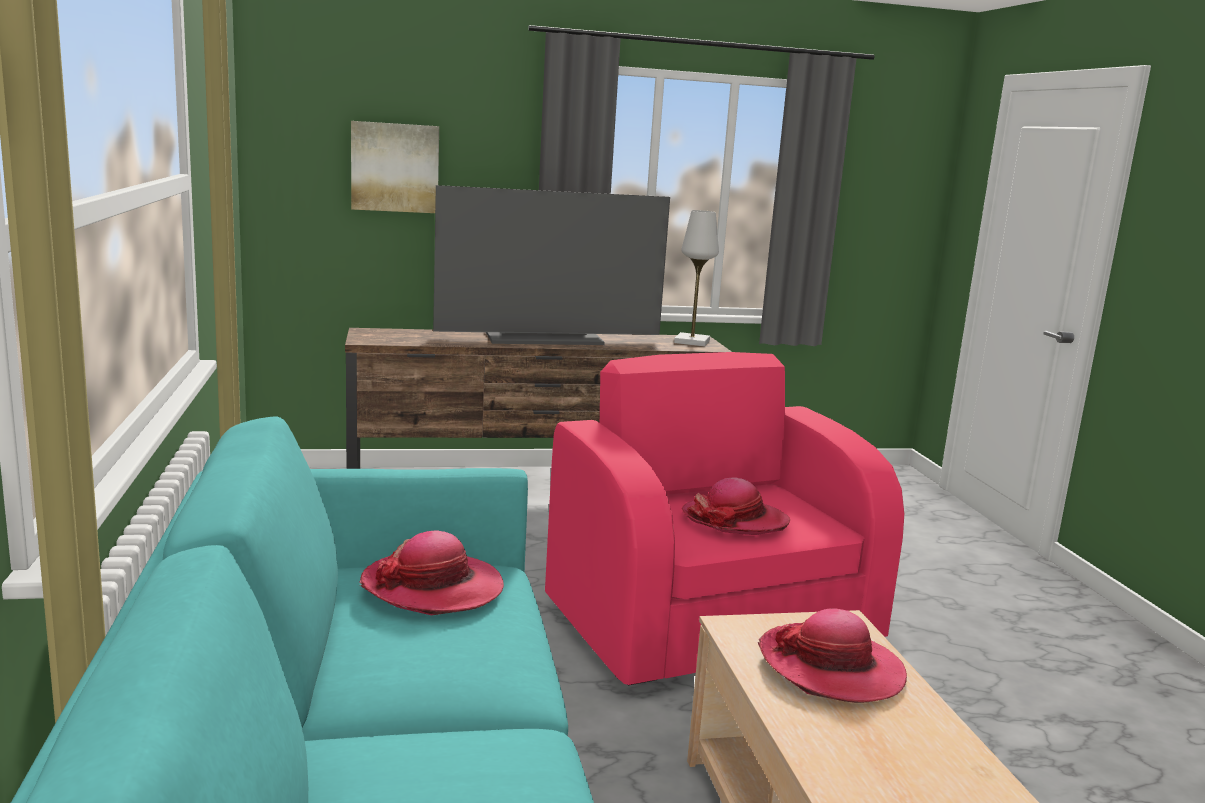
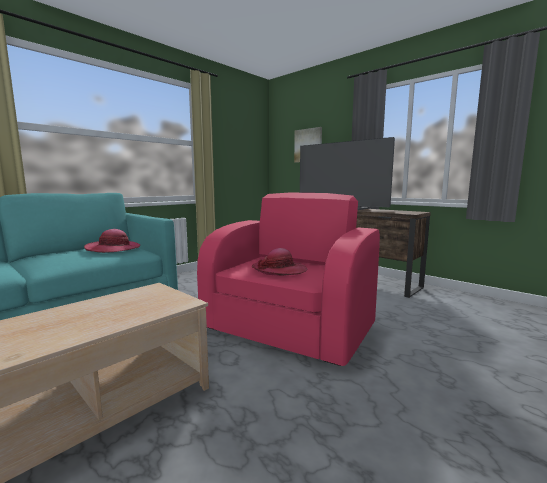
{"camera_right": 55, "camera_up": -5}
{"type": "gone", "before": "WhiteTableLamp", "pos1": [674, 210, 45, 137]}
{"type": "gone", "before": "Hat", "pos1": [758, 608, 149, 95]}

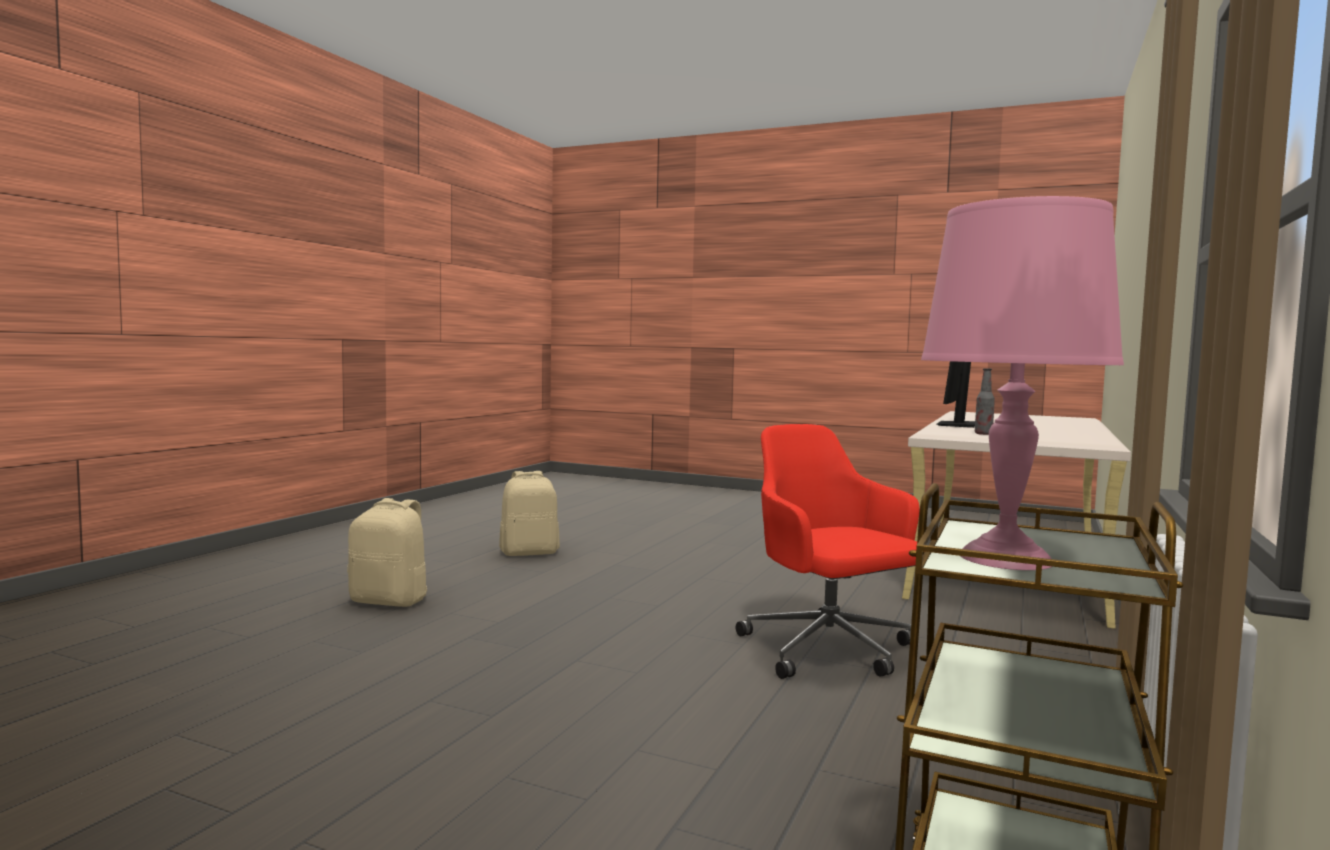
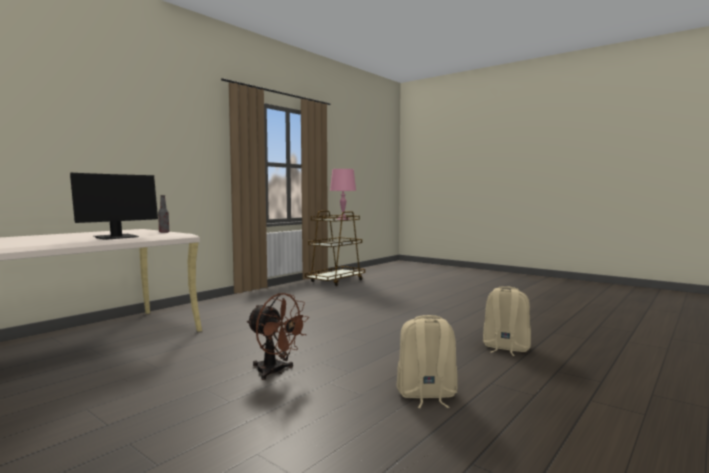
{"camera_right": -165, "camera_up": 0}
{"type": "gone", "before": "RedOfficeChair", "pos1": [736, 424, 183, 255]}
{"type": "new", "after": "BrownFan", "pos2": [246, 293, 63, 87]}

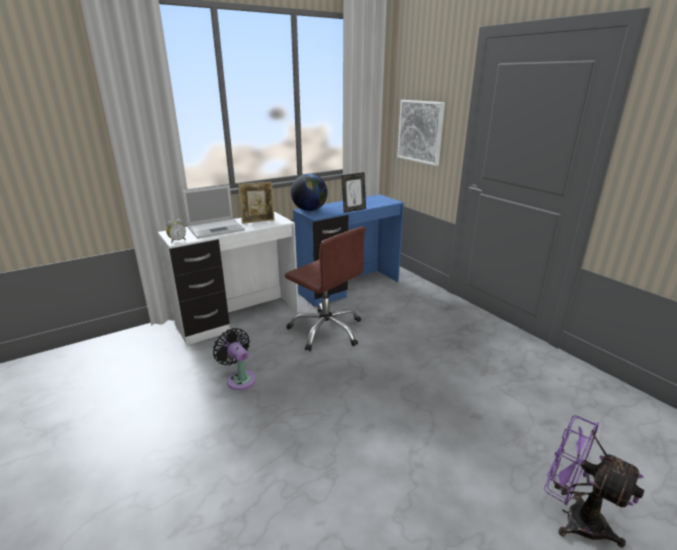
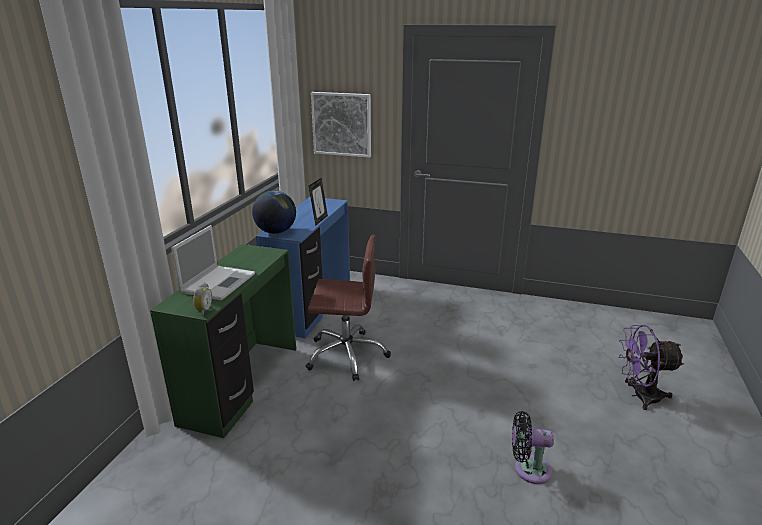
{"camera_right": -40, "camera_up": 0}
{"type": "gone", "before": "PictureFrame", "pos1": [238, 182, 37, 42]}
{"type": "shifted", "before": "BlackFan", "pos1": [213, 328, 43, 62], "pos2": [512, 411, 42, 73]}
{"type": "repainted", "before": "WhiteDesk", "after": "GreenDesk", "pos1": [158, 212, 141, 133], "pos2": [150, 244, 146, 194]}

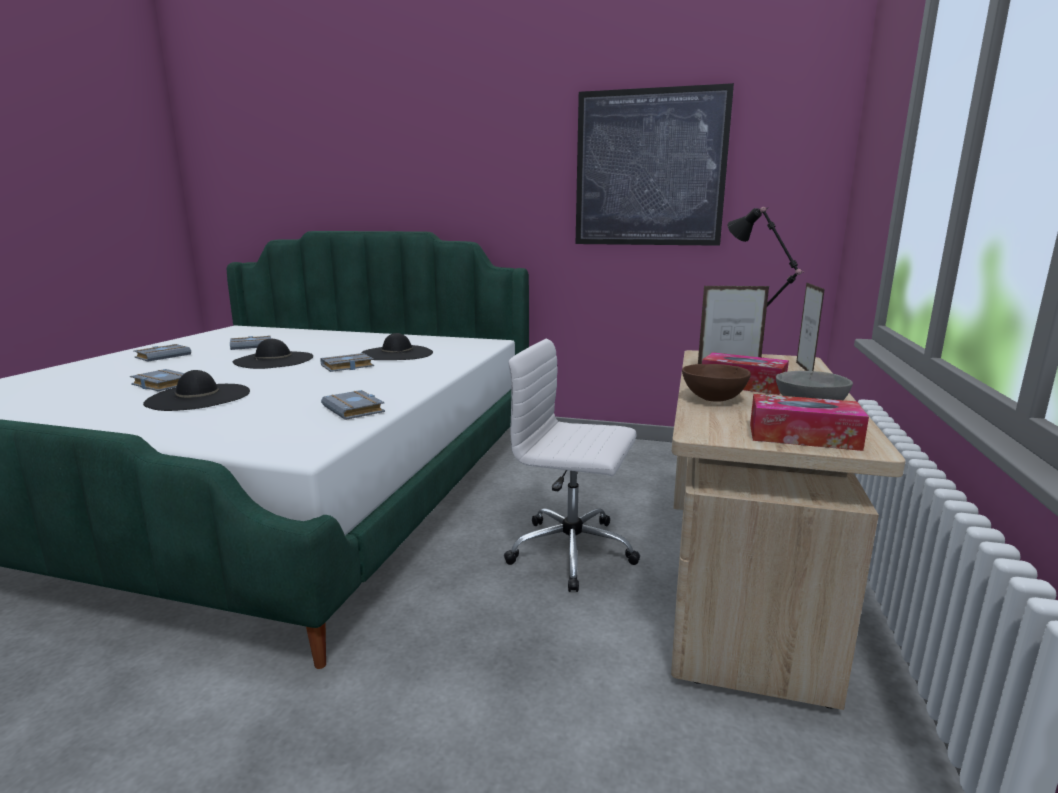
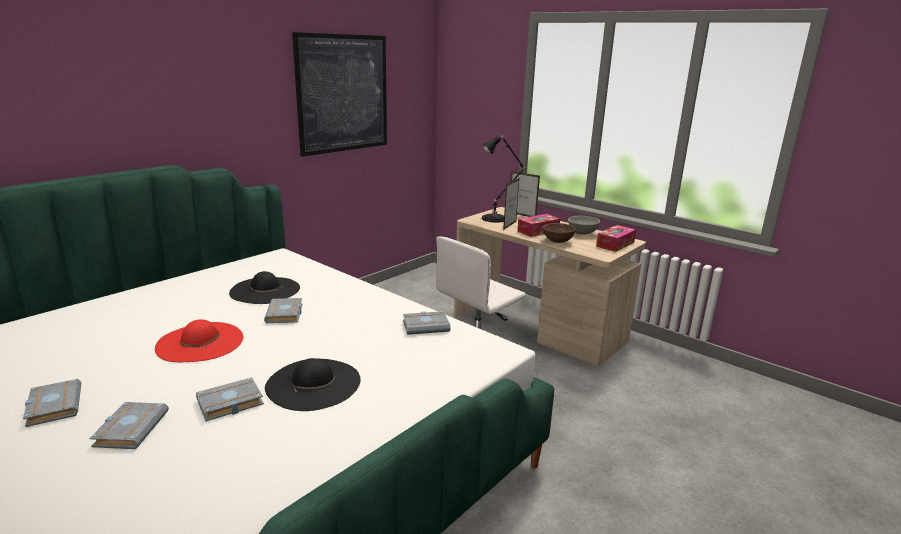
{"camera_right": -65, "camera_up": 5}
{"type": "shifted", "before": "GreyBook", "pos1": [230, 336, 41, 14], "pos2": [89, 402, 80, 47]}
{"type": "repainted", "before": "BlackHat", "after": "RedHat", "pos1": [233, 339, 80, 30], "pos2": [155, 319, 88, 43]}

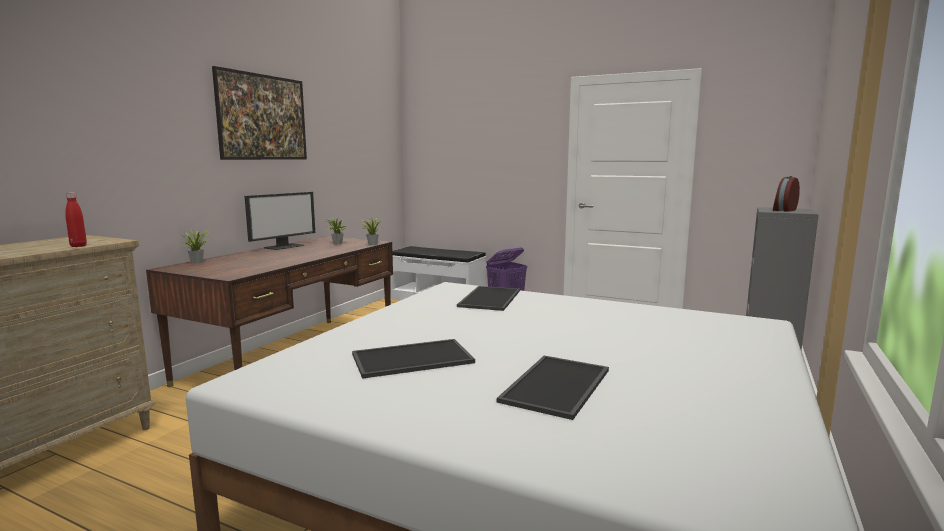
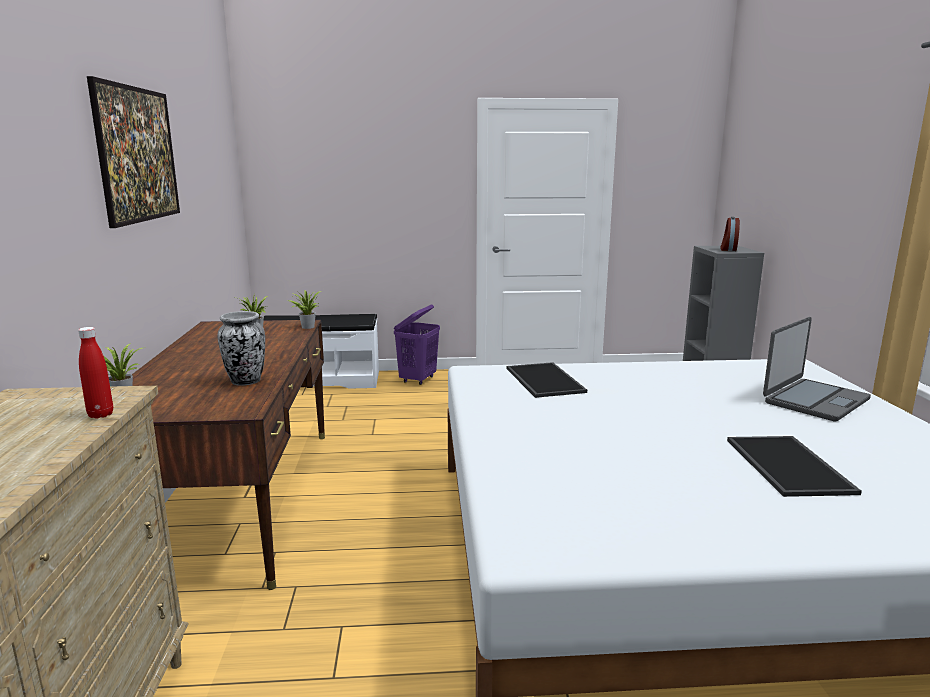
{"camera_right": -30, "camera_up": 5}
{"type": "gone", "before": "Monitor", "pos1": [245, 192, 70, 58]}
{"type": "gone", "before": "Tray", "pos1": [352, 339, 123, 40]}
{"type": "new", "after": "Vase", "pos2": [218, 311, 47, 75]}
{"type": "new", "after": "Laptop", "pos2": [763, 317, 108, 105]}

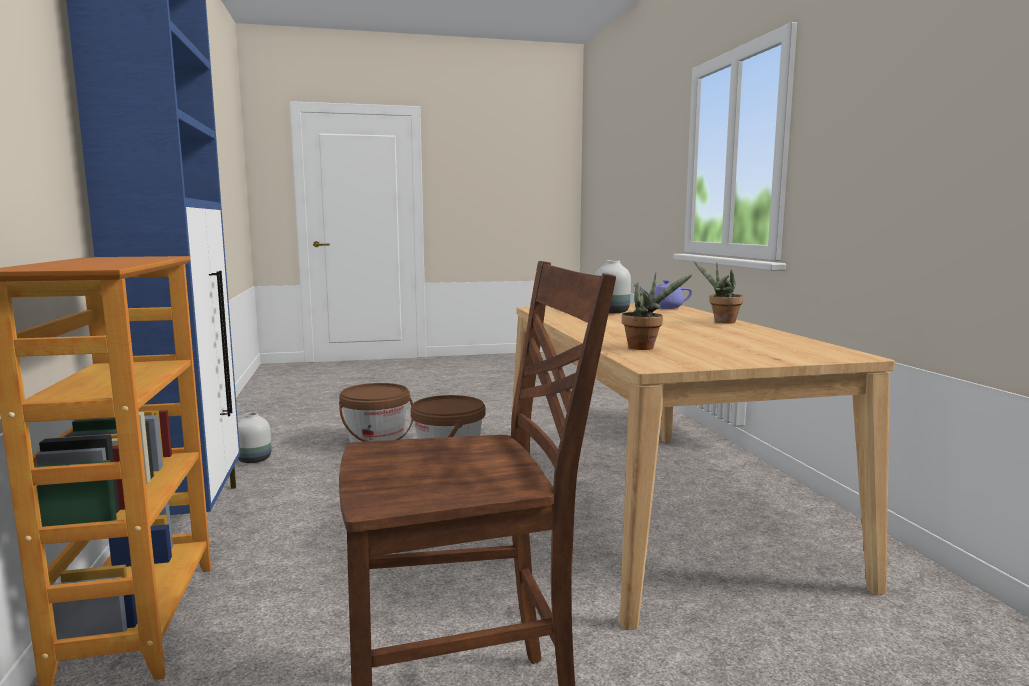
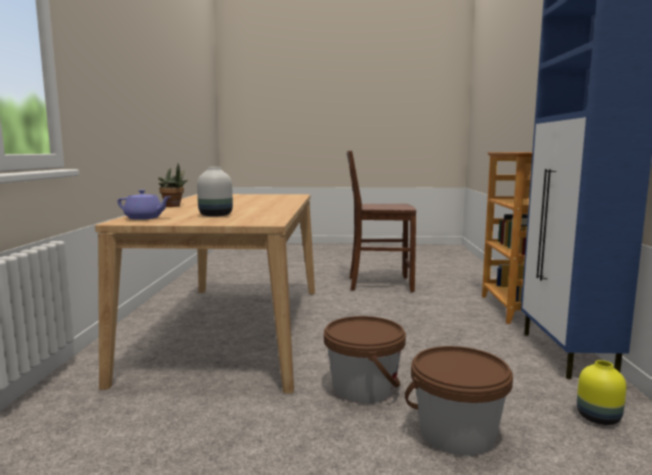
{"camera_right": -165, "camera_up": 0}
{"type": "gone", "before": "PottedPlant", "pos1": [622, 273, 70, 77]}
{"type": "repainted", "before": "WhiteVase", "after": "YellowVase", "pos1": [238, 412, 34, 51], "pos2": [577, 360, 49, 65]}

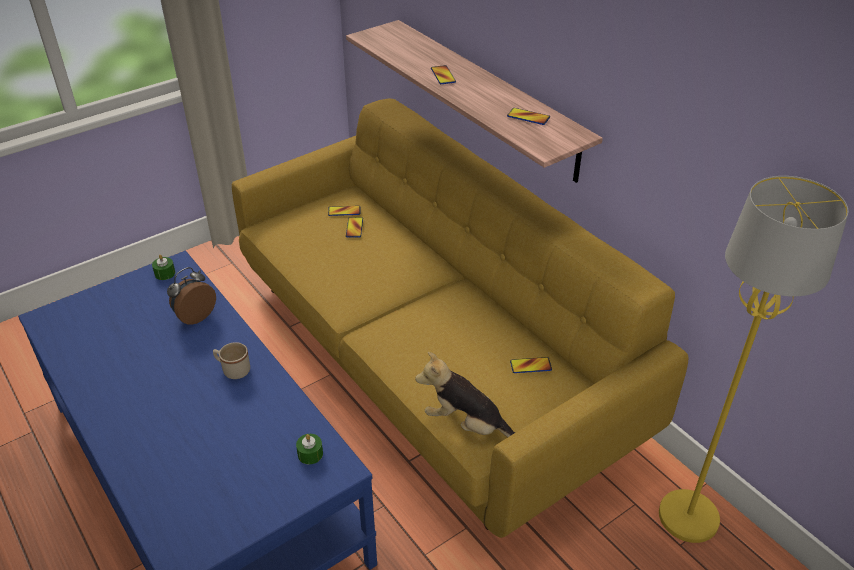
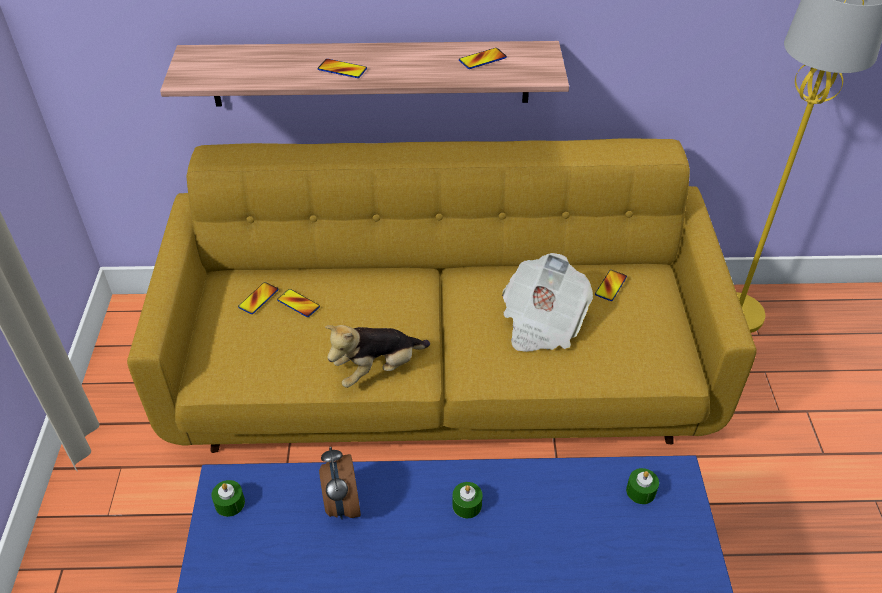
{"camera_right": -55, "camera_up": 5}
{"type": "new", "after": "Newspaper", "pos2": [502, 253, 91, 99]}
{"type": "shifted", "before": "PlushToy", "pos1": [415, 352, 101, 85], "pos2": [325, 325, 105, 63]}
{"type": "swapped", "before": "BeigeMug", "after": "GreenCandle", "pos1": [213, 342, 37, 37], "pos2": [452, 482, 30, 36]}

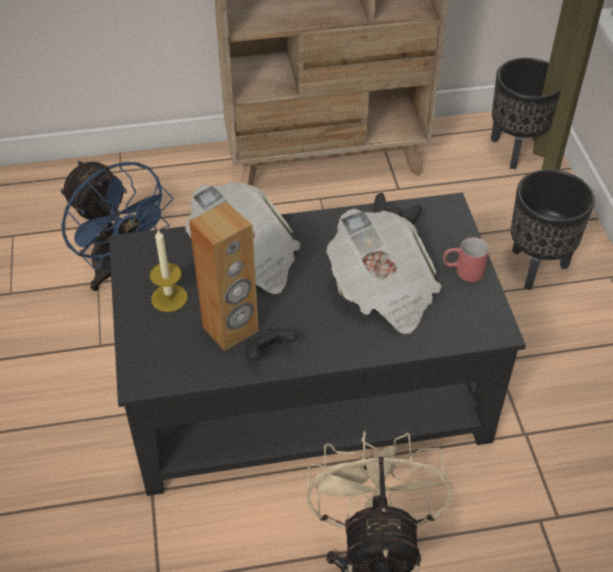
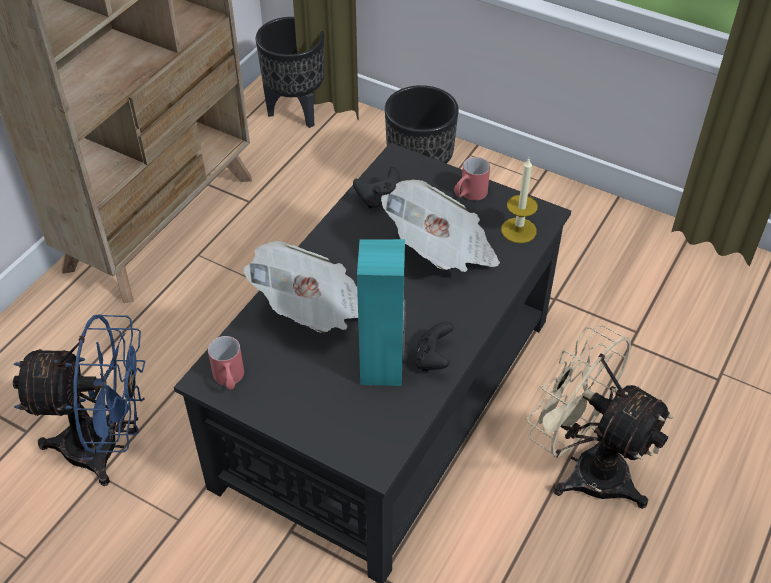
{"camera_right": -50, "camera_up": 0}
{"type": "new", "after": "RedMug", "pos2": [208, 336, 36, 54]}
{"type": "shifted", "before": "Candle", "pos1": [150, 230, 38, 82], "pos2": [501, 159, 37, 84]}
{"type": "repainted", "before": "BrownSpeaker", "after": "TurquoiseSpeaker", "pos1": [189, 201, 70, 150], "pos2": [357, 239, 49, 147]}

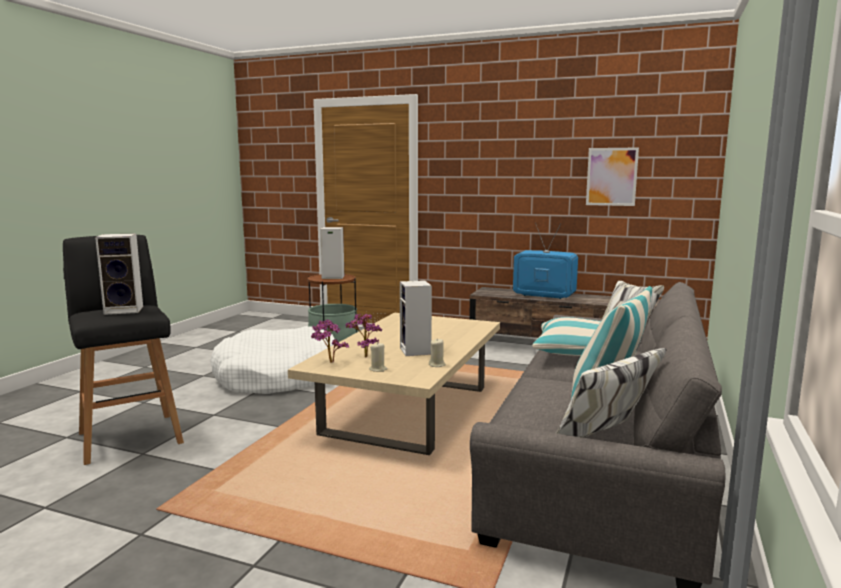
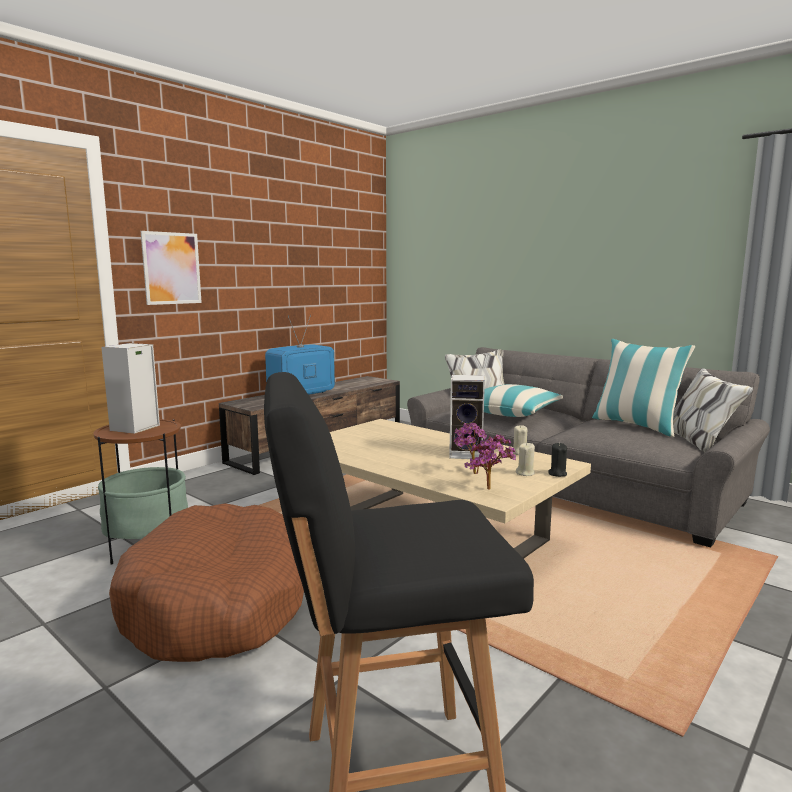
{"camera_right": -70, "camera_up": 0}
{"type": "gone", "before": "Speaker", "pos1": [95, 233, 48, 82]}
{"type": "new", "after": "BlackCandle", "pos2": [548, 443, 19, 34]}
{"type": "shifted", "before": "Picture", "pos1": [586, 147, 53, 59], "pos2": [141, 231, 61, 74]}
{"type": "repainted", "before": "WhiteDogBed", "after": "BrownDogBed", "pos1": [210, 326, 125, 68], "pos2": [109, 503, 195, 159]}

